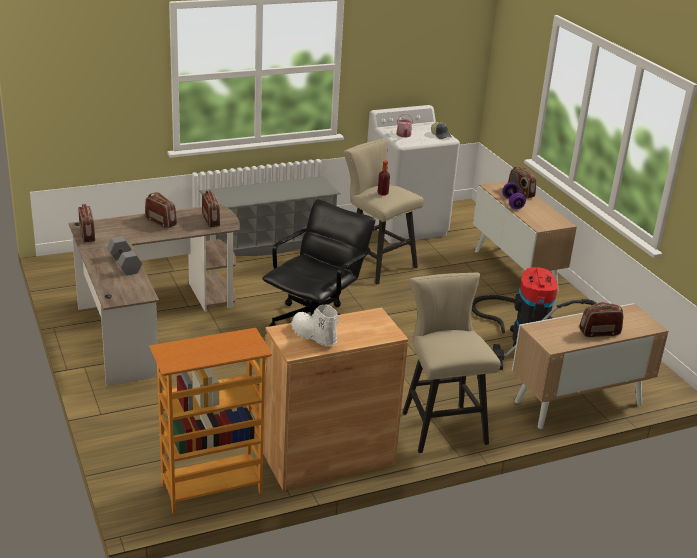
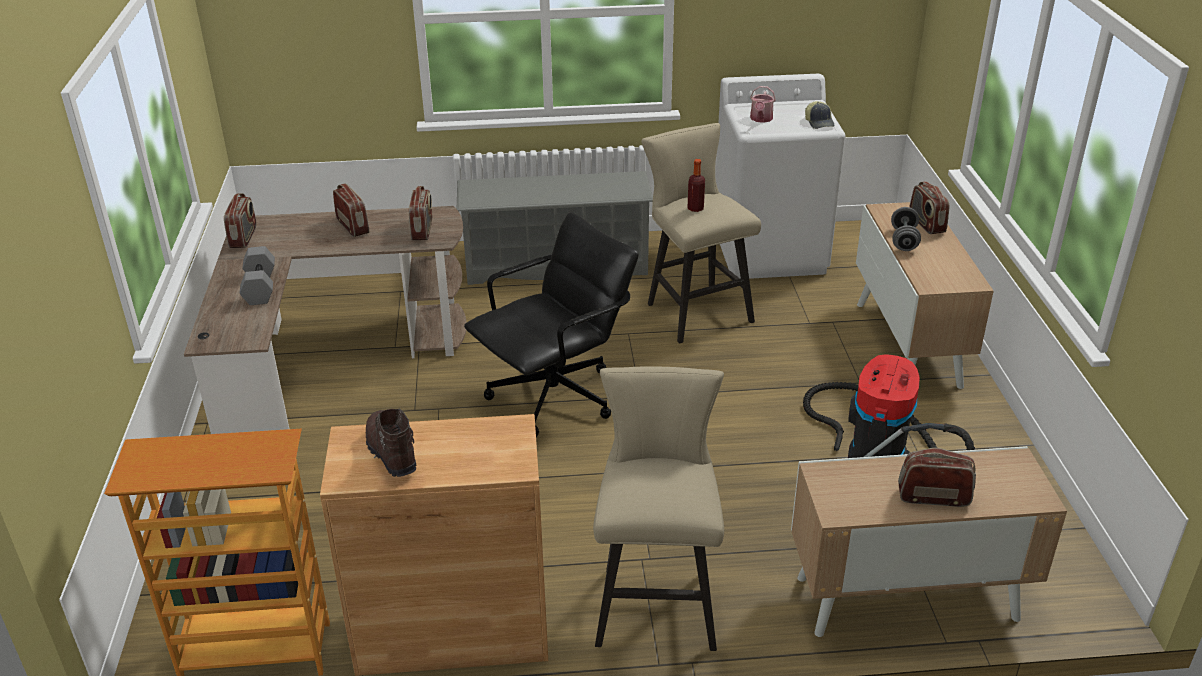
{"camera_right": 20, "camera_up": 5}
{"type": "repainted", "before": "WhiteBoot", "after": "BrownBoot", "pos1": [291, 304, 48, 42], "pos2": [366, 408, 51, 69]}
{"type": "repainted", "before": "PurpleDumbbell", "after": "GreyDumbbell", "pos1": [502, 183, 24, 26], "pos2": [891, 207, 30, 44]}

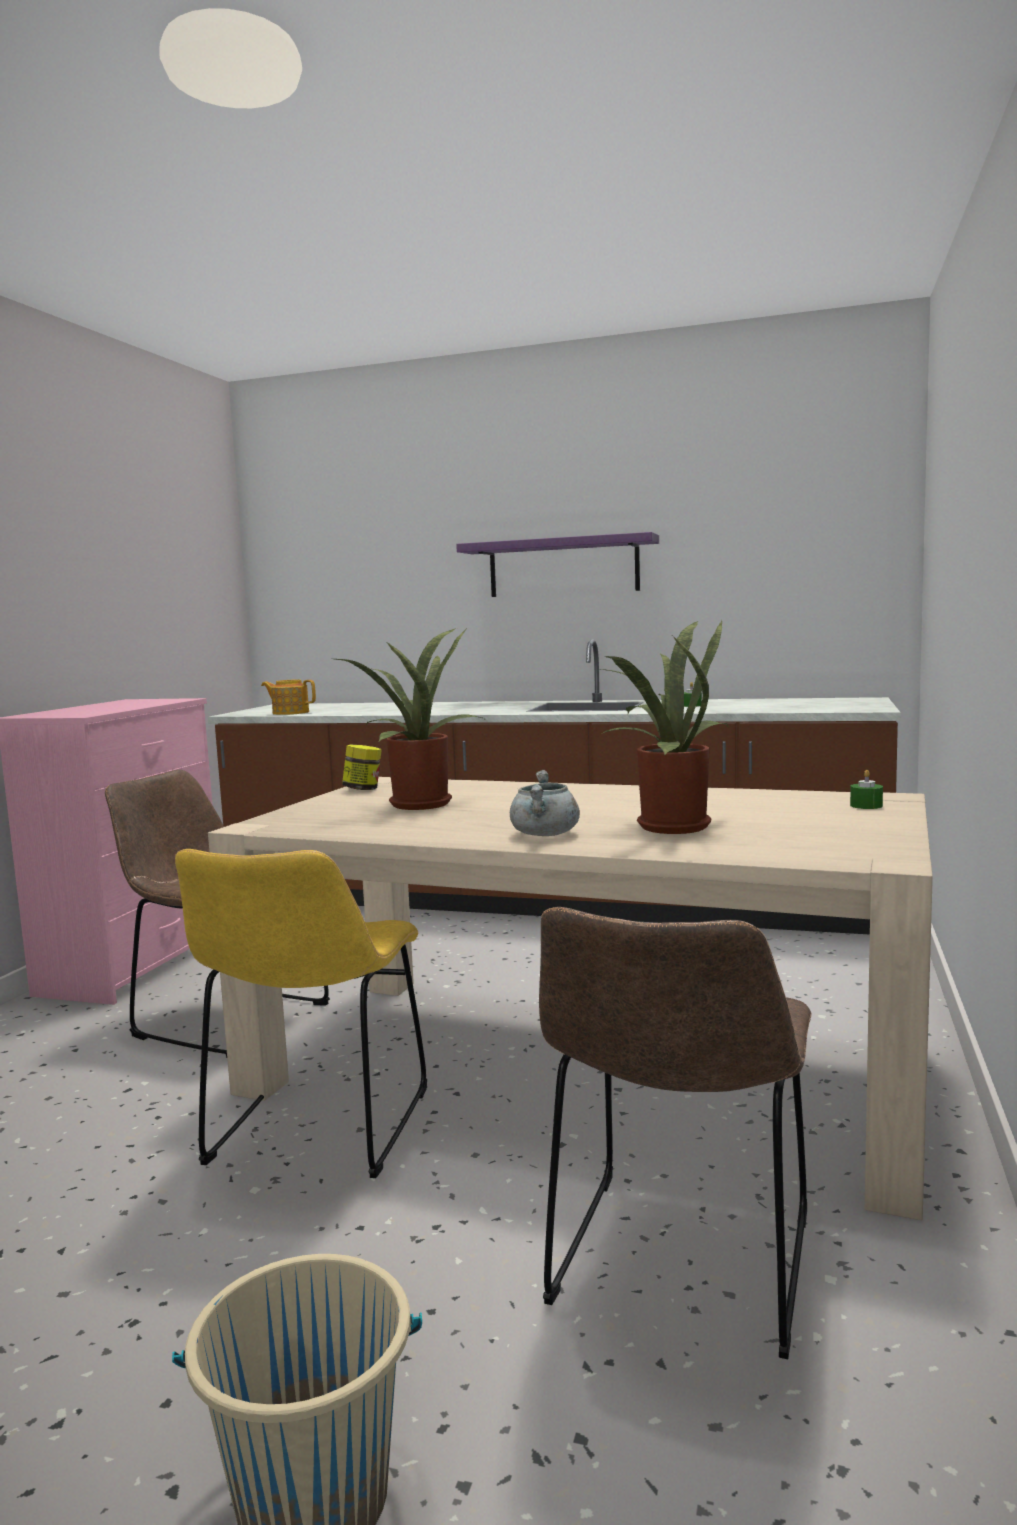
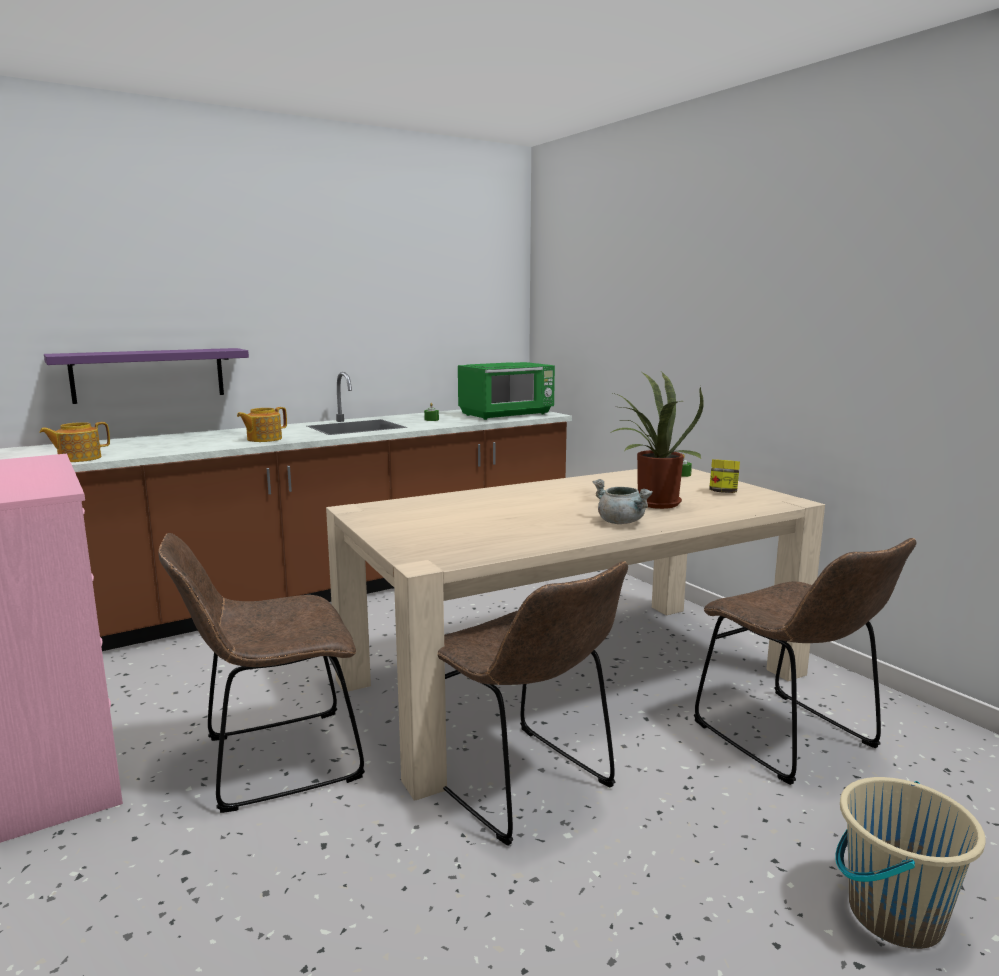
{"camera_right": -50, "camera_up": 5}
{"type": "gone", "before": "PottedPlant", "pos1": [335, 628, 149, 182]}
{"type": "new", "after": "Teapot", "pos2": [237, 407, 50, 35]}
{"type": "new", "after": "GreenMicrowave", "pos2": [458, 362, 97, 58]}
{"type": "shifted", "before": "Jar", "pos1": [342, 745, 40, 45], "pos2": [709, 459, 31, 34]}
{"type": "shifted", "before": "PurpleShelf", "pos1": [456, 532, 203, 65], "pos2": [44, 348, 205, 56]}
{"type": "repainted", "before": "YellowChair", "after": "BrownChair", "pos1": [175, 849, 252, 329], "pos2": [437, 561, 191, 285]}

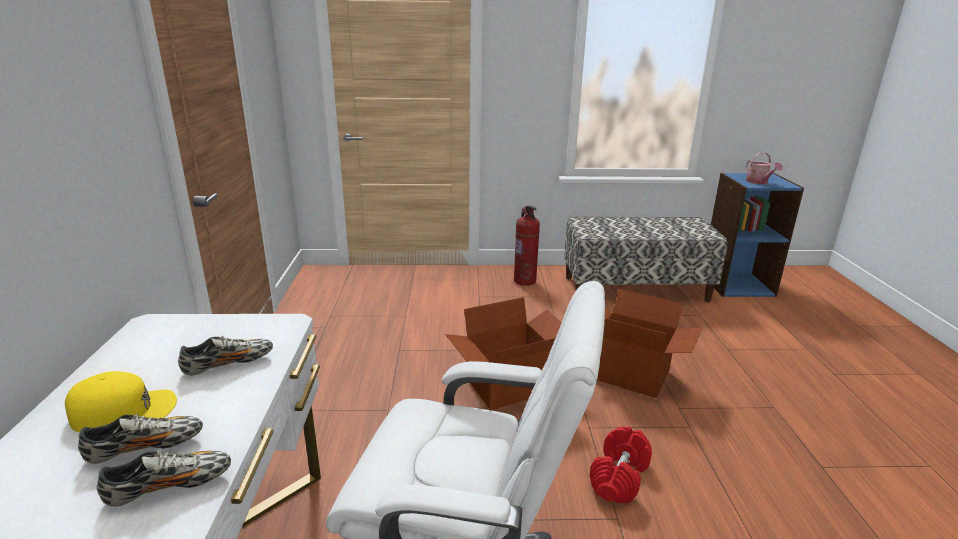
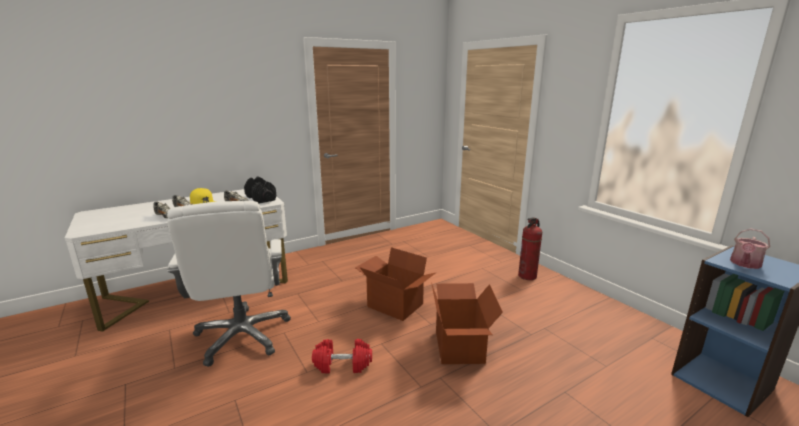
{"camera_right": 60, "camera_up": -5}
{"type": "gone", "before": "Bench", "pos1": [564, 216, 164, 86]}
{"type": "new", "after": "BlackDumbbell", "pos2": [244, 177, 32, 27]}

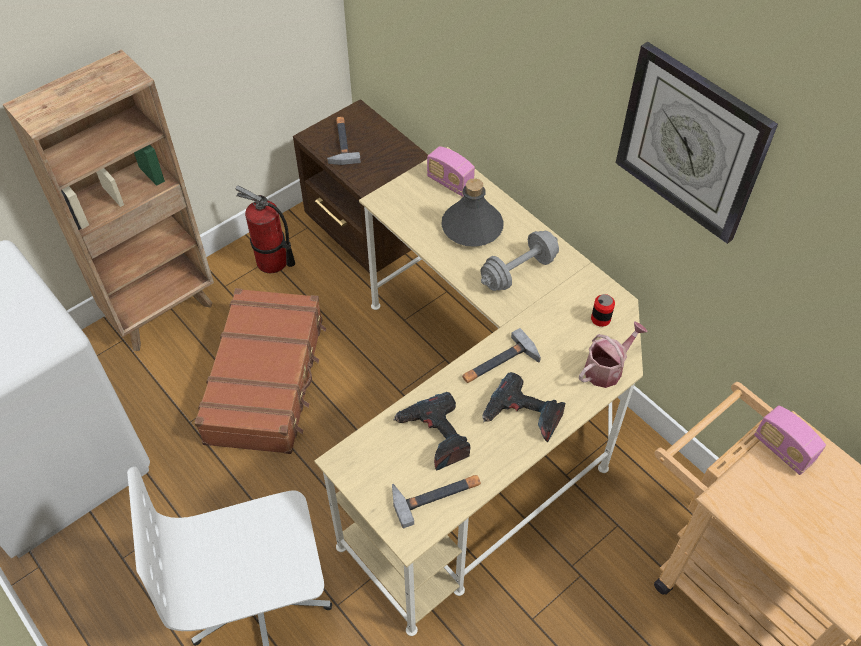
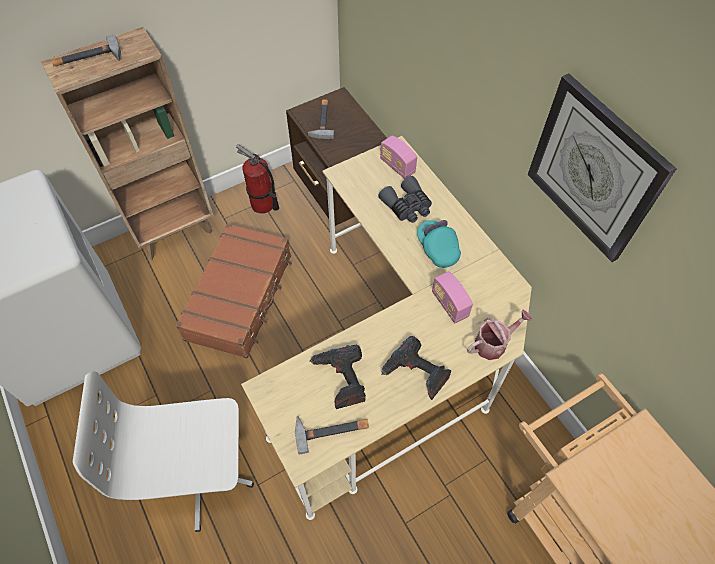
{"camera_right": 10, "camera_up": 5}
{"type": "gone", "before": "Can", "pos1": [591, 294, 24, 33]}
{"type": "shifted", "before": "Hammer", "pos1": [462, 328, 79, 55], "pos2": [52, 34, 69, 32]}
{"type": "shifted", "before": "Radio", "pos1": [754, 405, 72, 70], "pos2": [432, 271, 41, 52]}
{"type": "swapped", "before": "GreyBottle", "after": "GreyBinoculars", "pos1": [441, 178, 63, 69], "pos2": [378, 176, 54, 47]}
{"type": "swapped", "before": "GreyDumbbell", "after": "TurquoiseCap", "pos1": [481, 231, 78, 60], "pos2": [417, 220, 44, 48]}

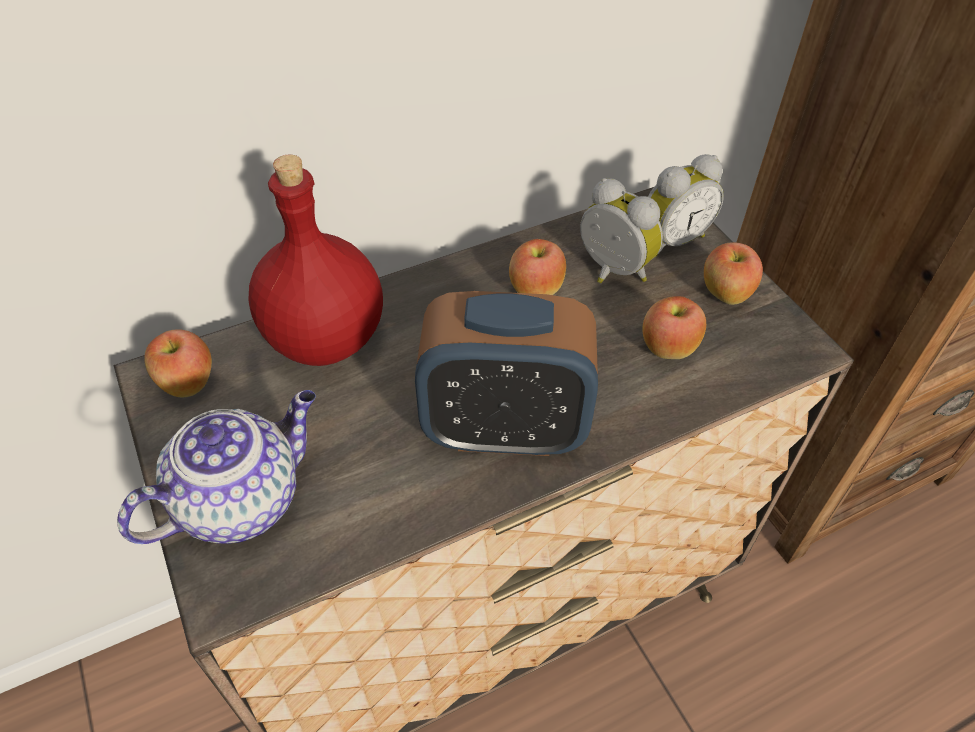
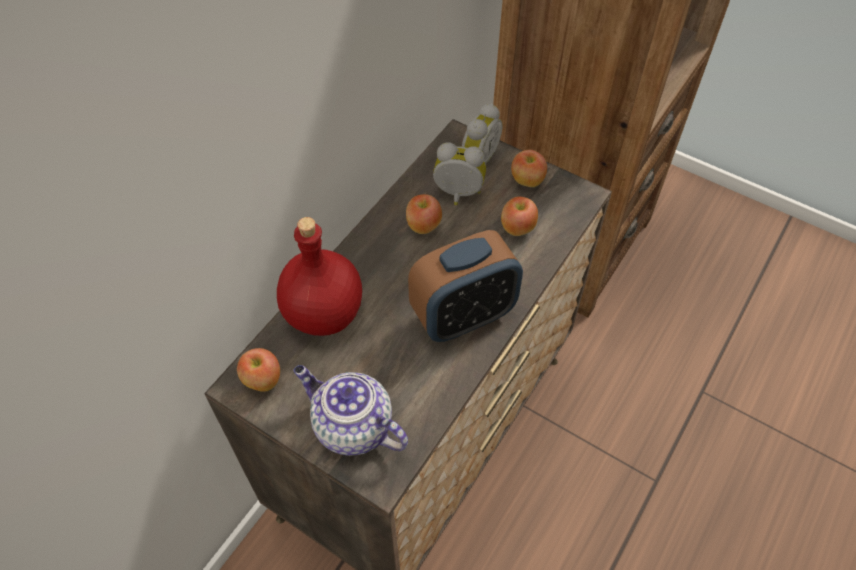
{"camera_right": -30, "camera_up": 5}
{"type": "rotated", "before": "Teapot", "pos1": [117, 390, 199, 154], "pos2": [293, 365, 115, 91], "turn": -75}

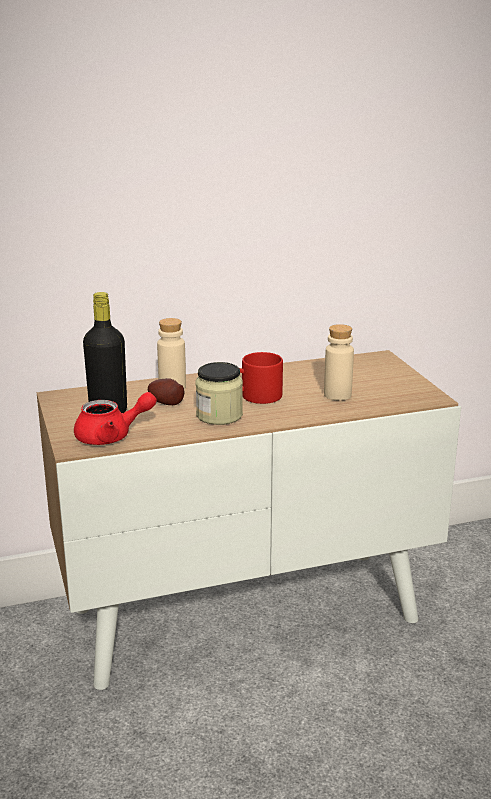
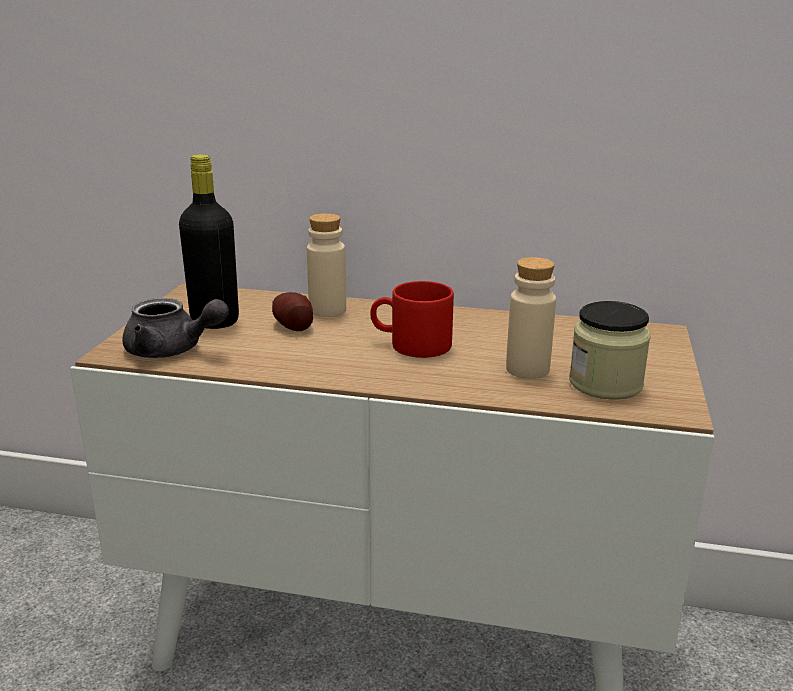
{"camera_right": 30, "camera_up": 0}
{"type": "shifted", "before": "Jar", "pos1": [196, 362, 47, 63], "pos2": [569, 301, 82, 99]}
{"type": "repainted", "before": "RedTeapot", "after": "GreyTeapot", "pos1": [74, 392, 83, 53], "pos2": [122, 298, 107, 60]}

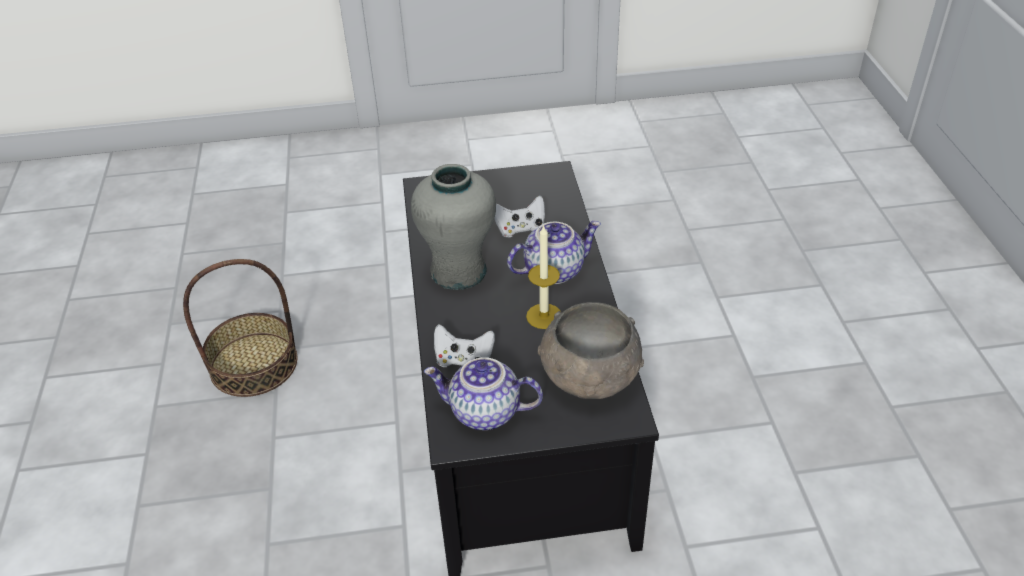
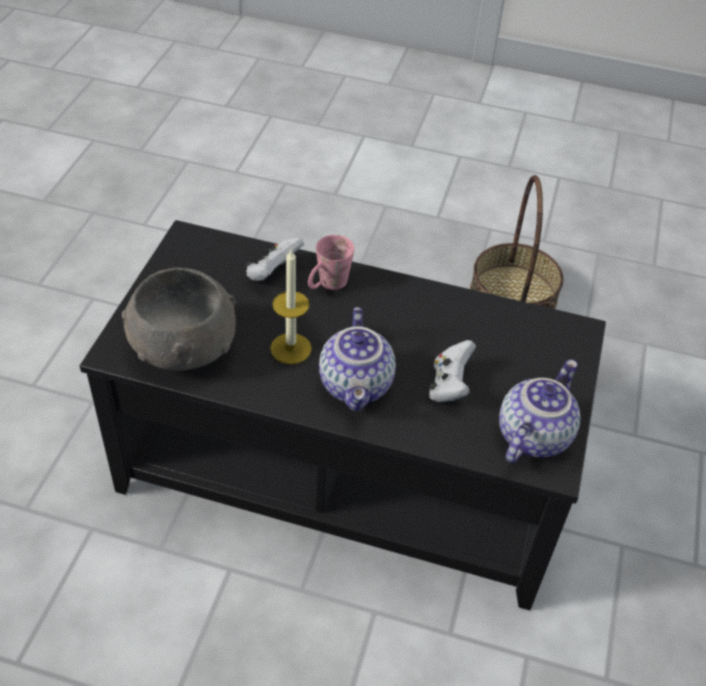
{"camera_right": 110, "camera_up": 5}
{"type": "gone", "before": "GreyVase", "pos1": [411, 164, 85, 126]}
{"type": "new", "after": "PinkMug", "pos2": [308, 235, 46, 55]}
{"type": "shifted", "before": "Teapot", "pos1": [424, 357, 119, 73], "pos2": [499, 360, 82, 103]}

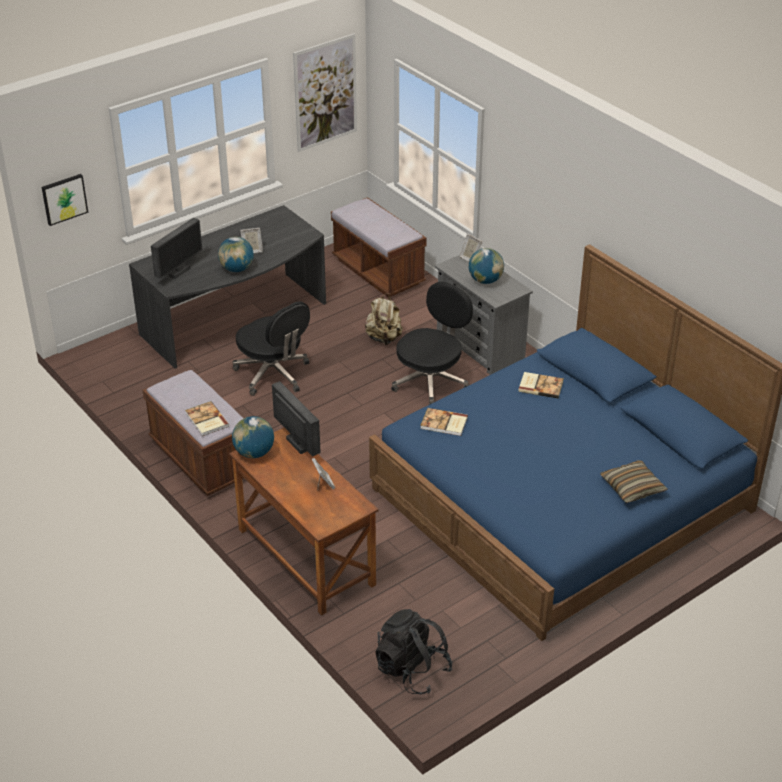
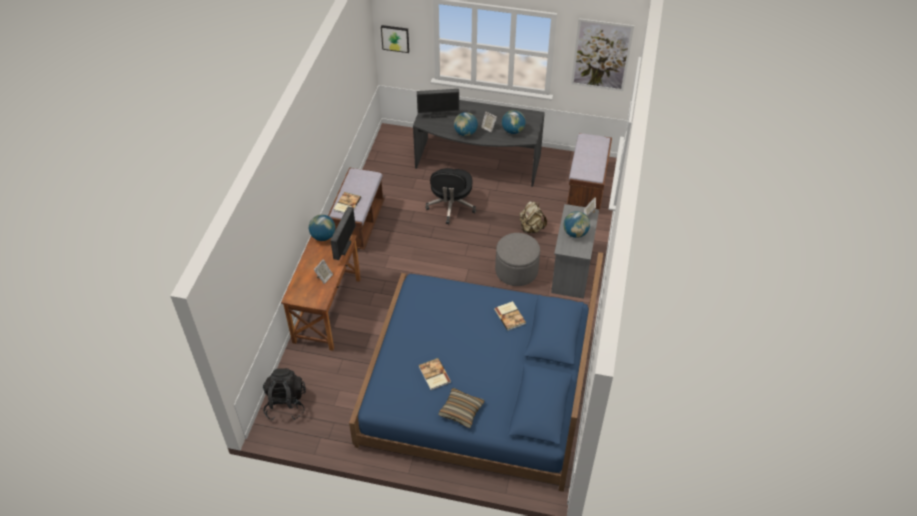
{"camera_right": 50, "camera_up": 10}
{"type": "new", "after": "Globe", "pos2": [502, 110, 24, 24]}
{"type": "shifted", "before": "Book", "pos1": [420, 408, 48, 28], "pos2": [419, 358, 32, 32]}
{"type": "swapped", "before": "BlackOfficeChair", "after": "GreyOttoman", "pos1": [391, 282, 82, 123], "pos2": [495, 233, 45, 53]}

